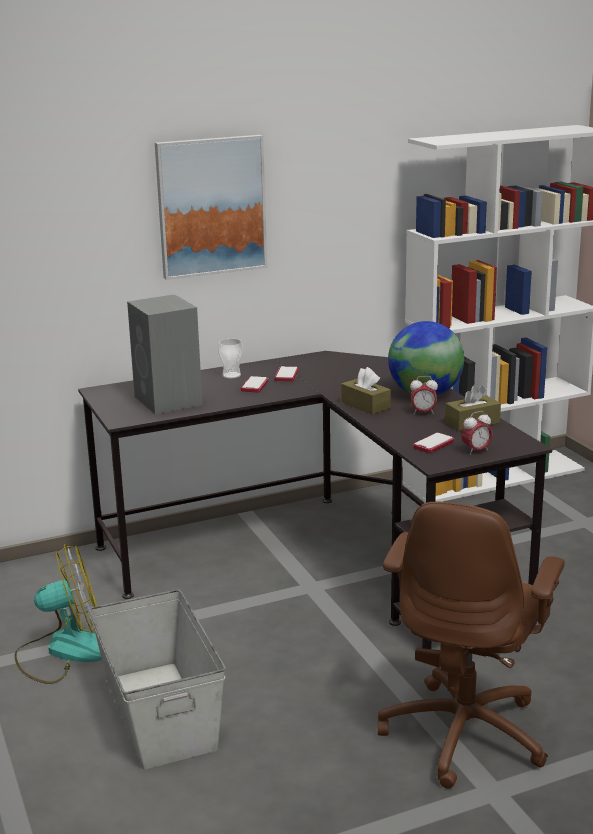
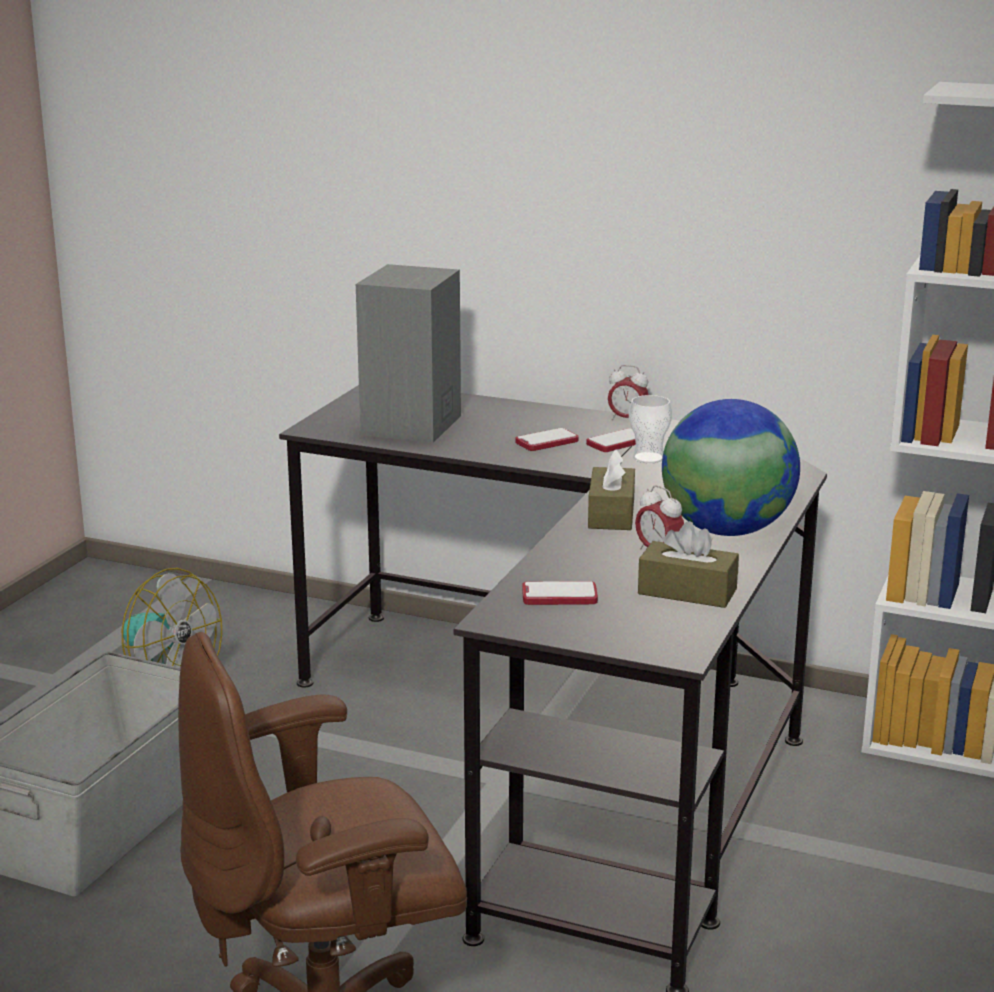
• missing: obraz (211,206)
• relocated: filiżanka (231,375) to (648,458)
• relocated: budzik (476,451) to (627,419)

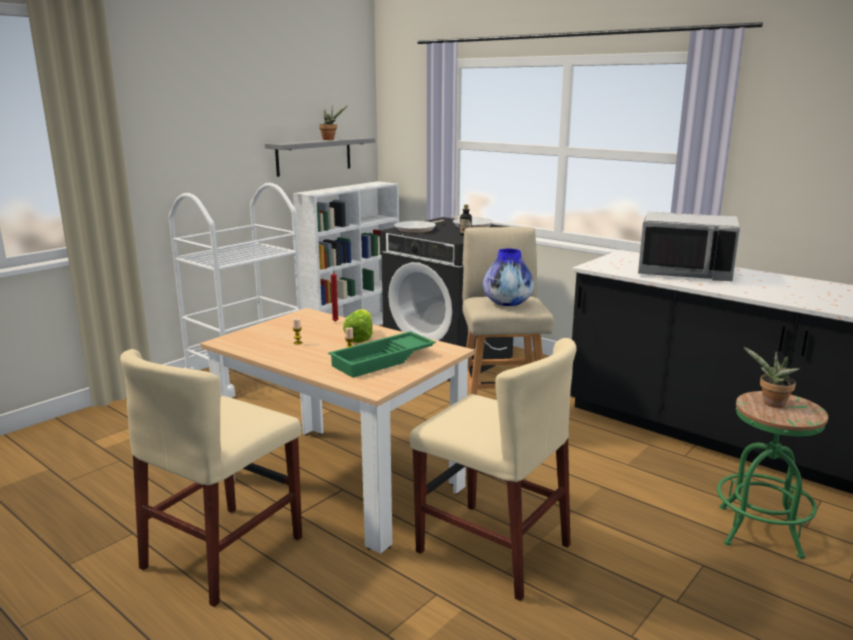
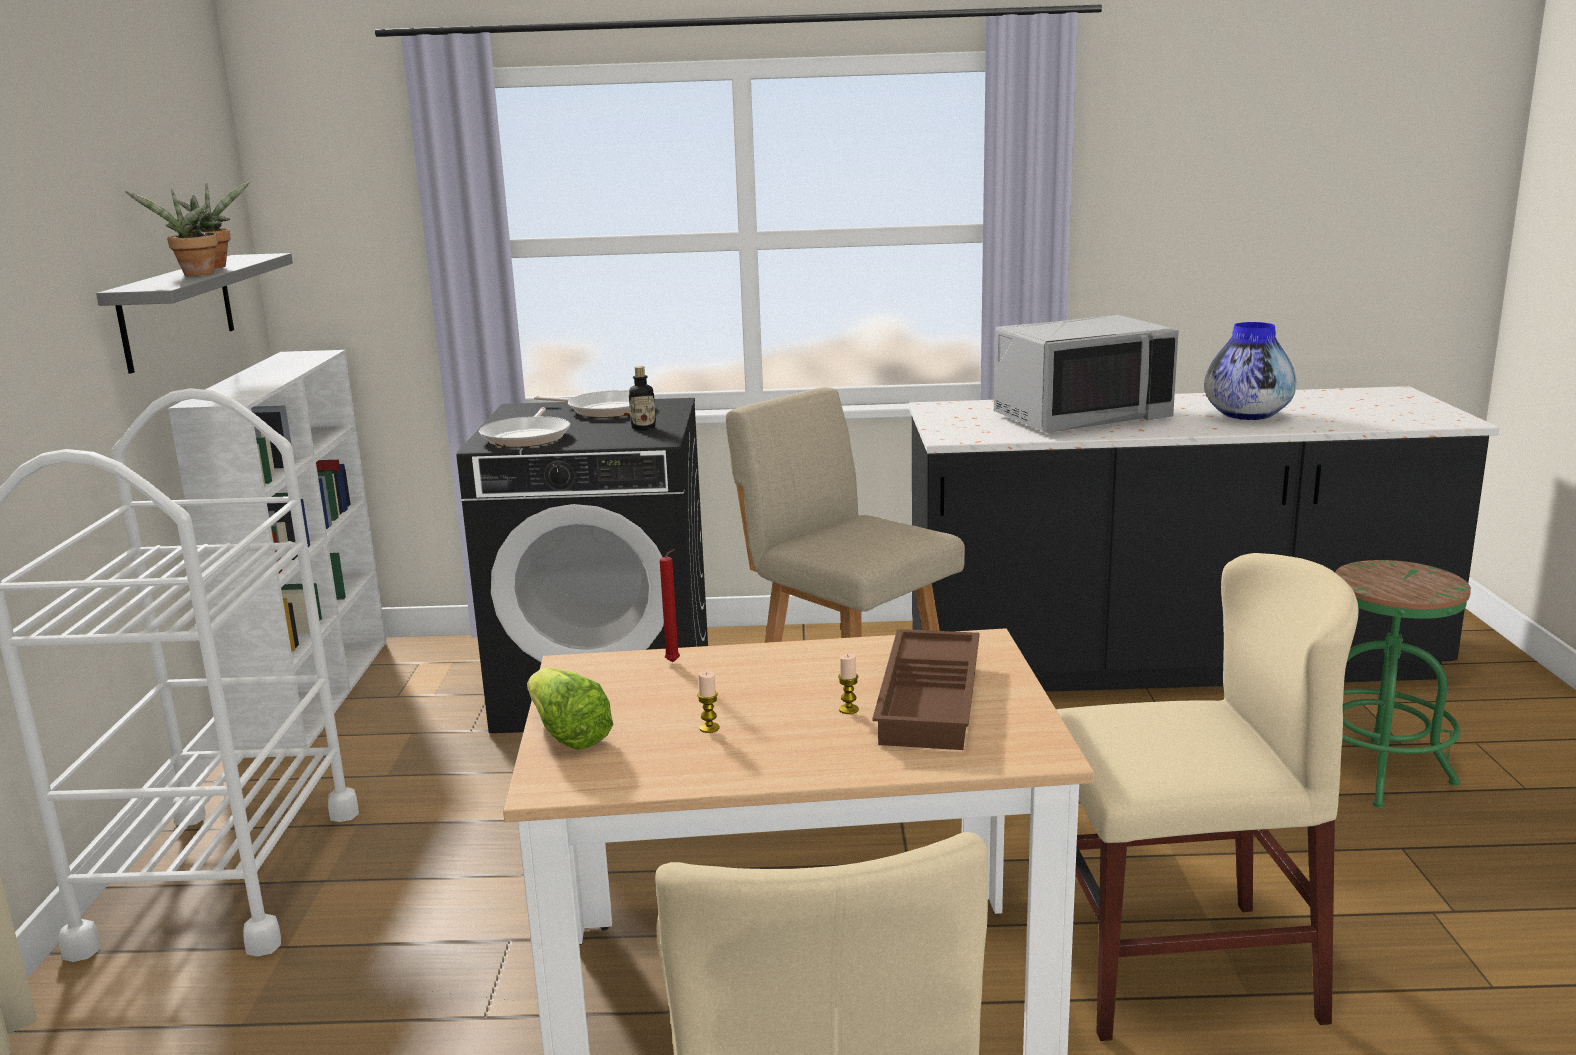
• relocated: sałata (360,337) to (567,734)
• relocated: wazon (508,303) to (1247,416)
• relocated: roślina doniczkowa (771,404) to (194,274)
• colour: taca [zielony] (383,360) to taca [brązowy] (932,700)

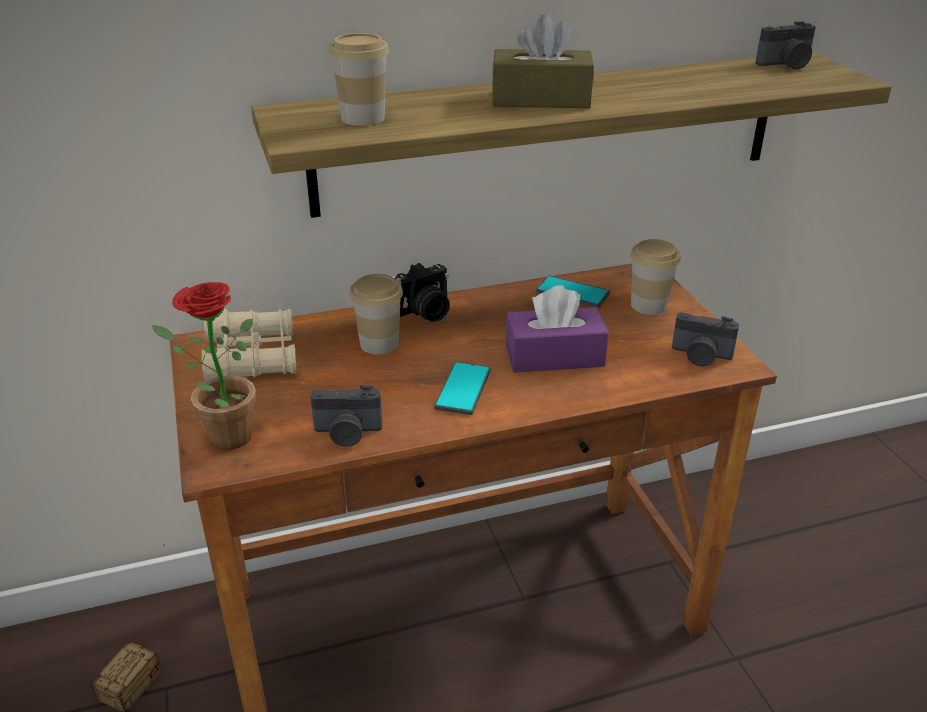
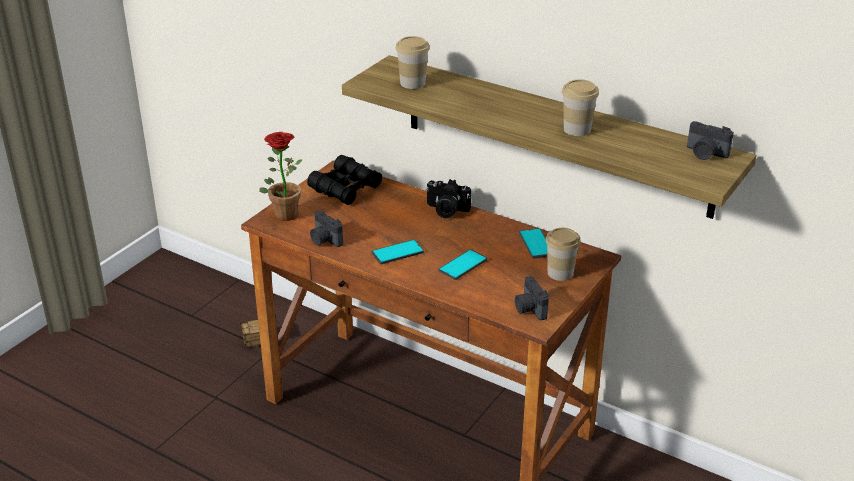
• missing: pudełko chusteczek [brązowy] (541,99)
• relocated: filiżanka (379,343) to (577,129)
• exchanged: pudełko chusteczek [fioletowy] (554,356) to telefon (463,265)
• colour: lornetka [beżowy] (252,357) to lornetka [czarny] (345,188)

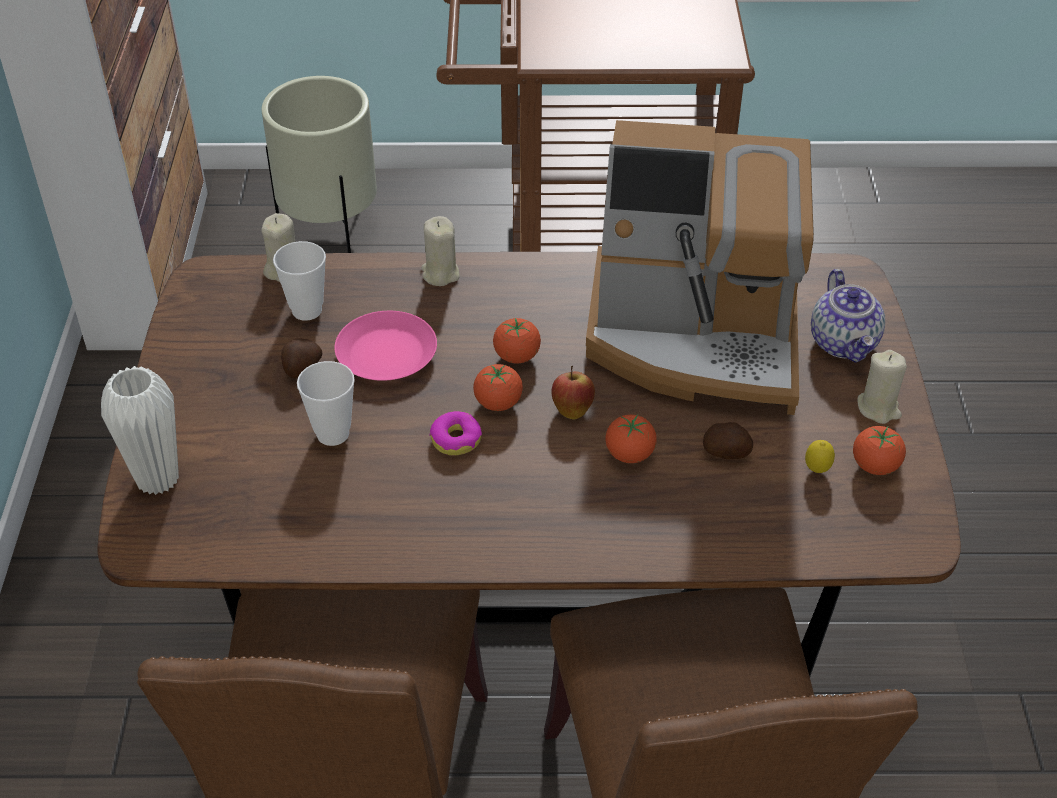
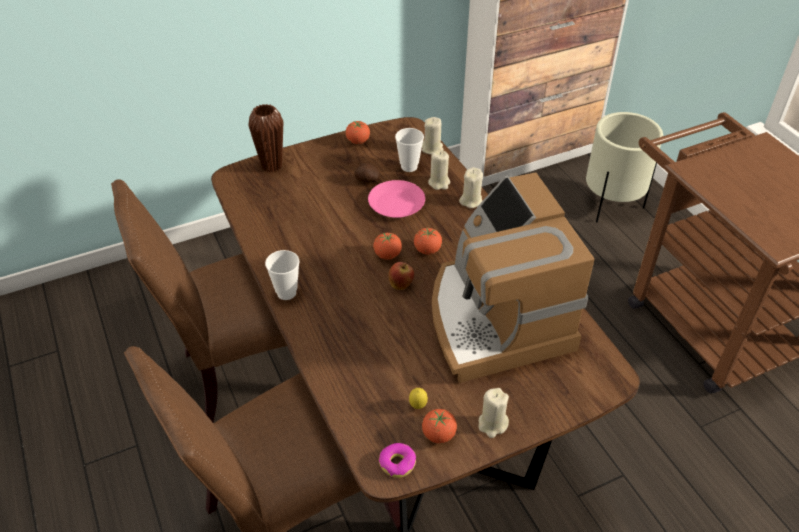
• missing: ziemniak (726,453)
• missing: imbryk (844,343)
• appeared: świeca [beżowy] (439,183)
• relocated: filiżanka (333,434) to (286,293)
• relocated: donut (456,439) to (397,463)
• relocated: pomidor (629,454) to (358,141)
• colour: wazon [biały] (157,479) to wazon [brązowy] (271,166)

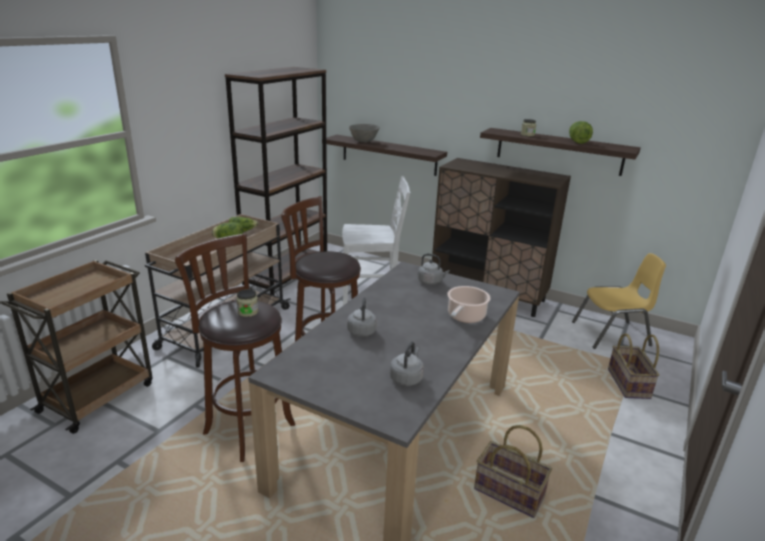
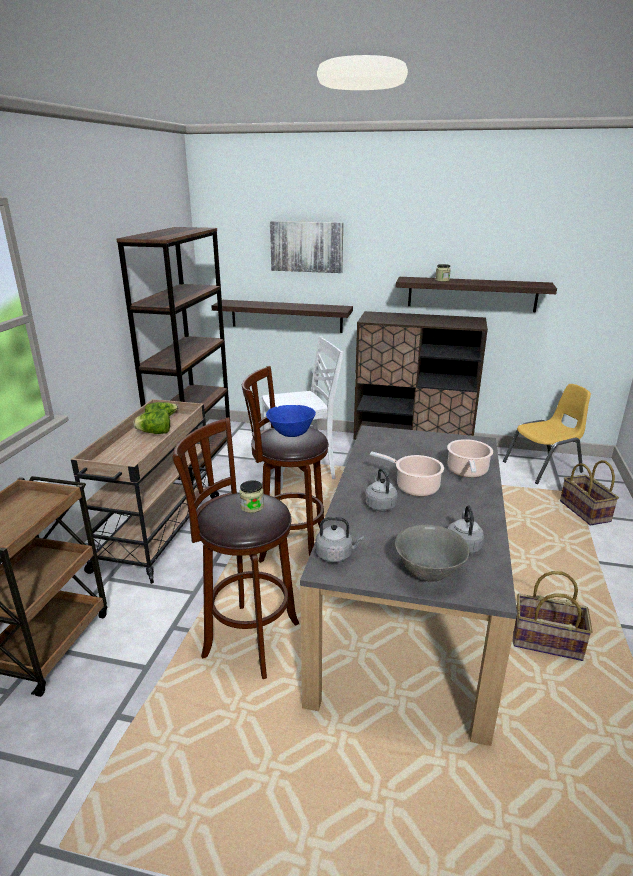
• missing: sałata (577,141)
• appeared: miska [niebieski] (291,434)
• appeared: obraz (306,246)
• appeared: garnek (414,487)
• relocated: miska [szary] (364,141) to (429,573)
• relocated: czajnik [szary] (431,281) to (336,555)

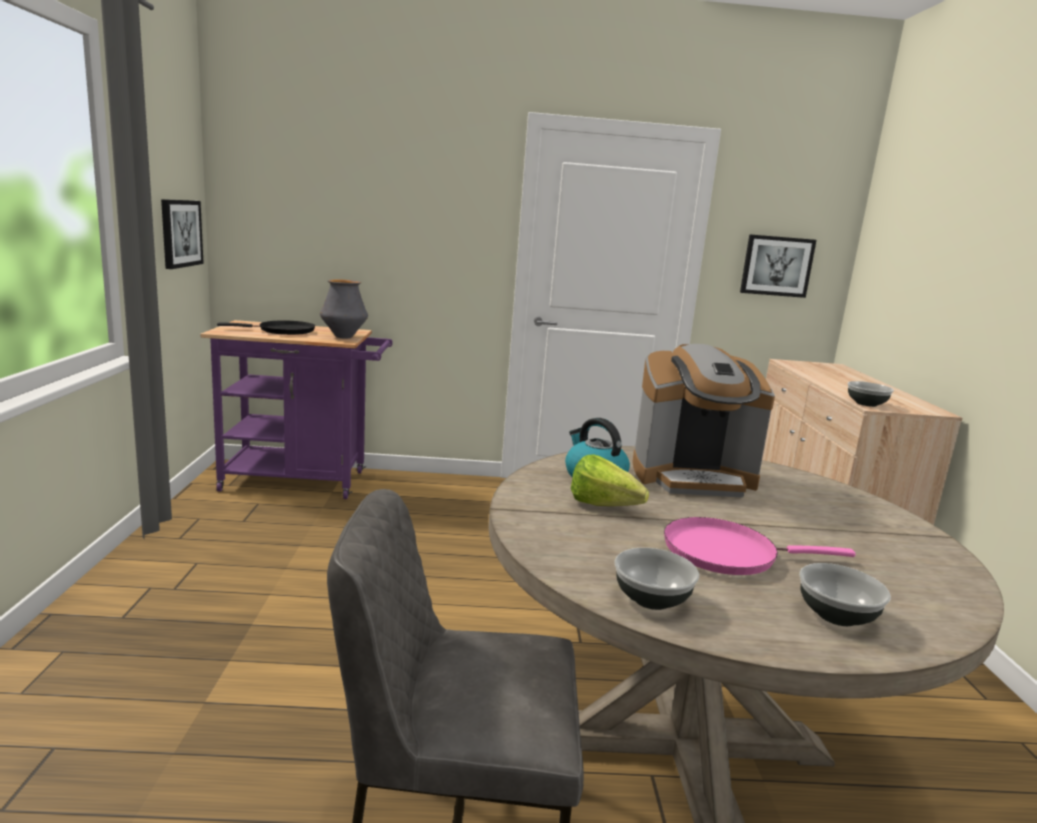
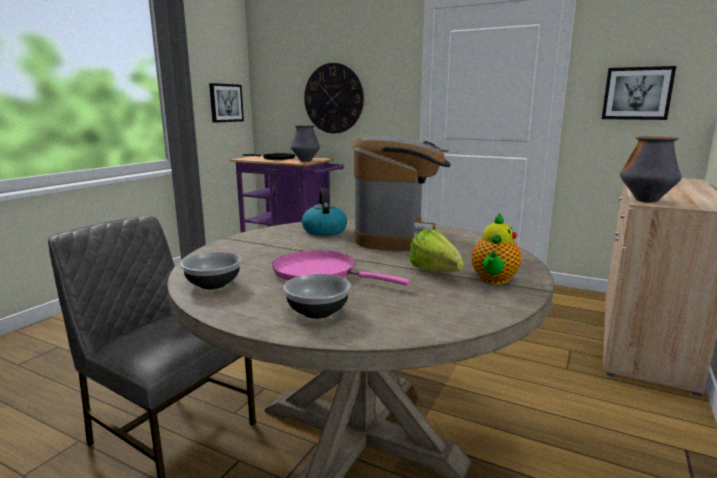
• appeared: zegar ścienny (333,98)
• appeared: imbryk (493,280)
• relocated: sałata (608,508) to (437,274)
• exchanged: miska (867,404) to wazon (645,201)
• spun: ekspres do kawy (692,477) = (396,237) 105 degrees counterclockwise

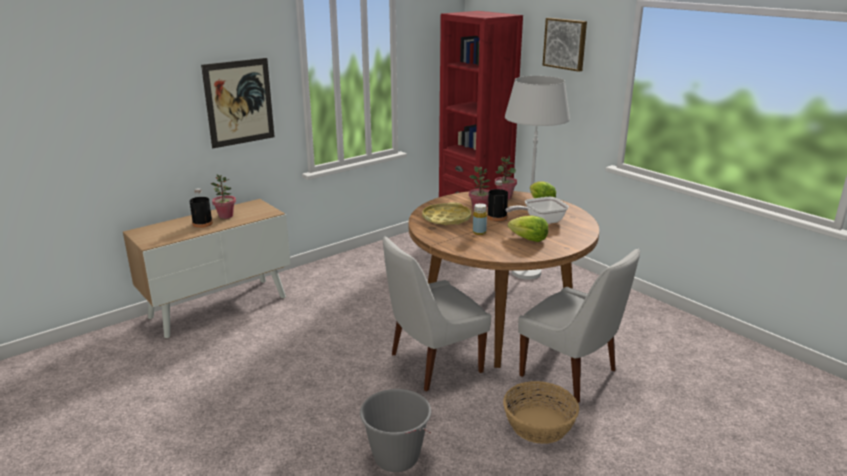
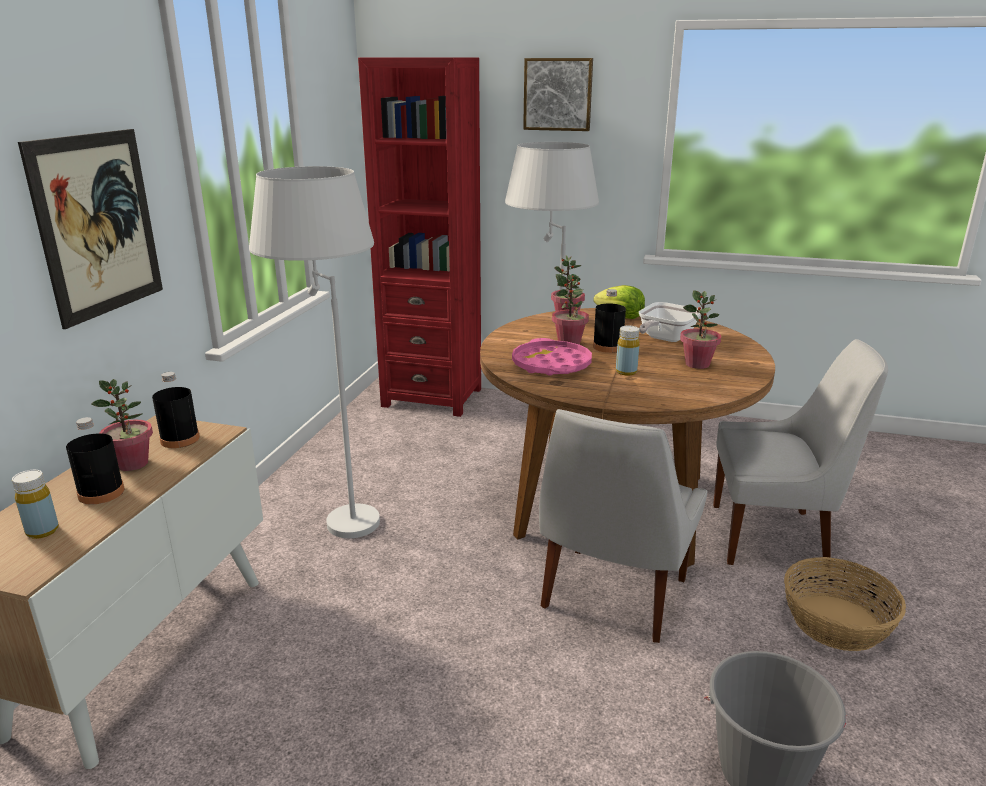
• appeared: butelka [żółty] (42,531)
• appeared: butelka [czarny] (180,439)
• appeared: lampa stojąca [biały] (338,511)
• exchanged: sałata (528,239) to roślina doniczkowa (697,364)
• colour: taca [żółty] (446,219) to taca [różowy] (551,365)

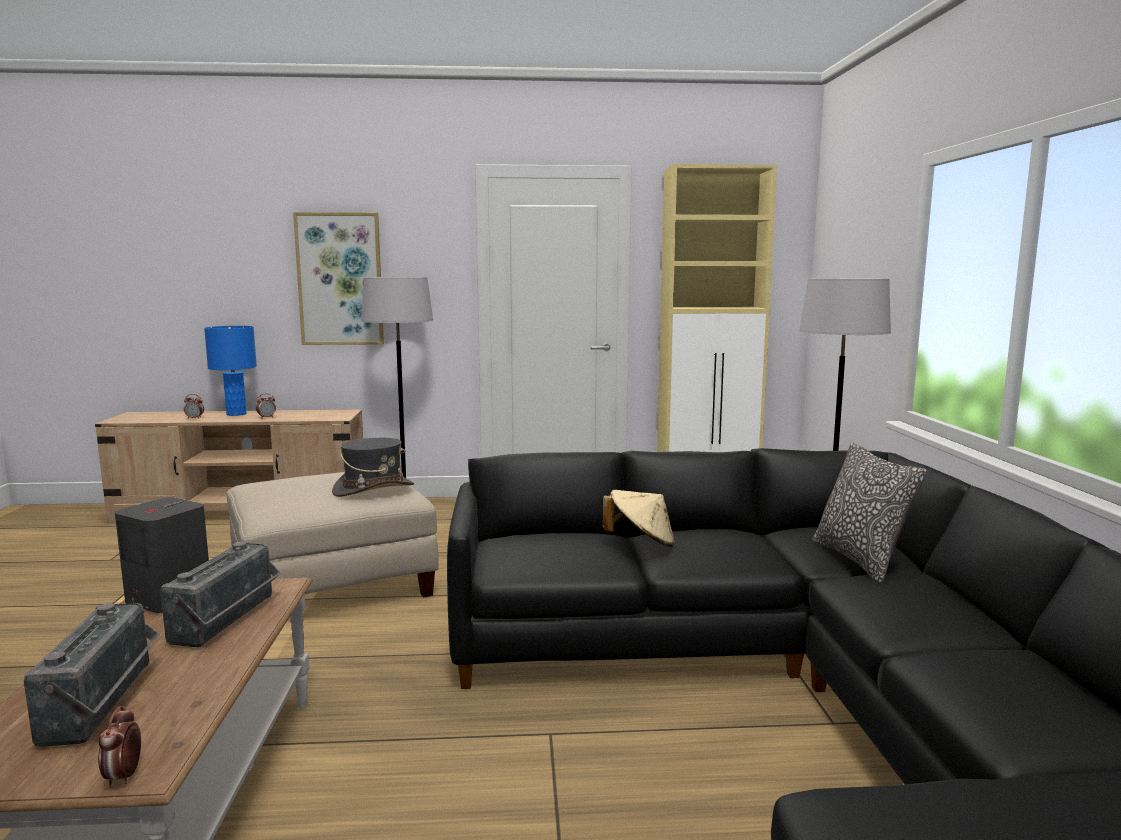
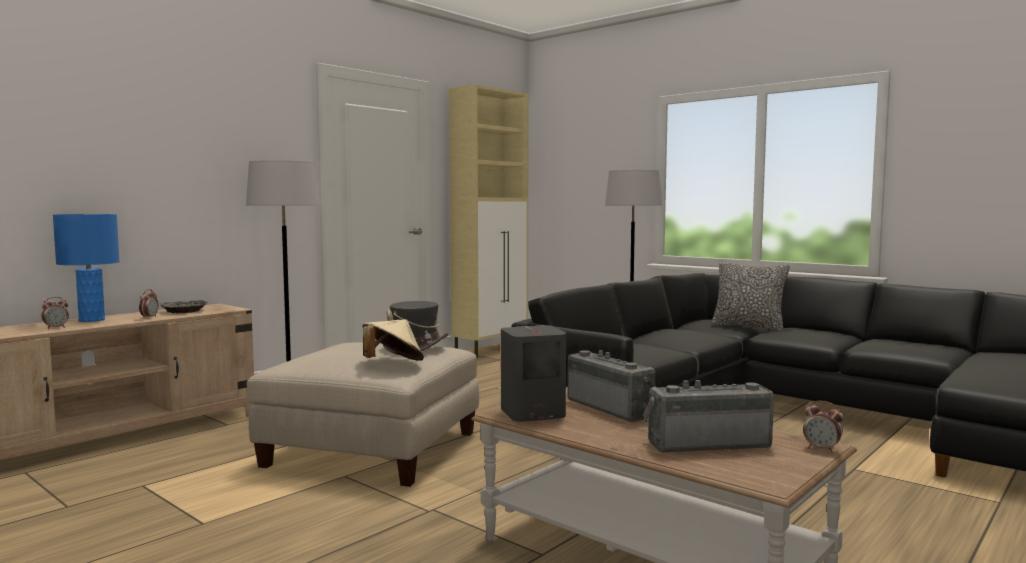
• missing: obraz (340,279)
• appeared: miska (183,311)
• relocated: kapelusz [beżowy] (641,542) to (392,363)
• spun: radio (106,702) = (706,443) 45 degrees counterclockwise

